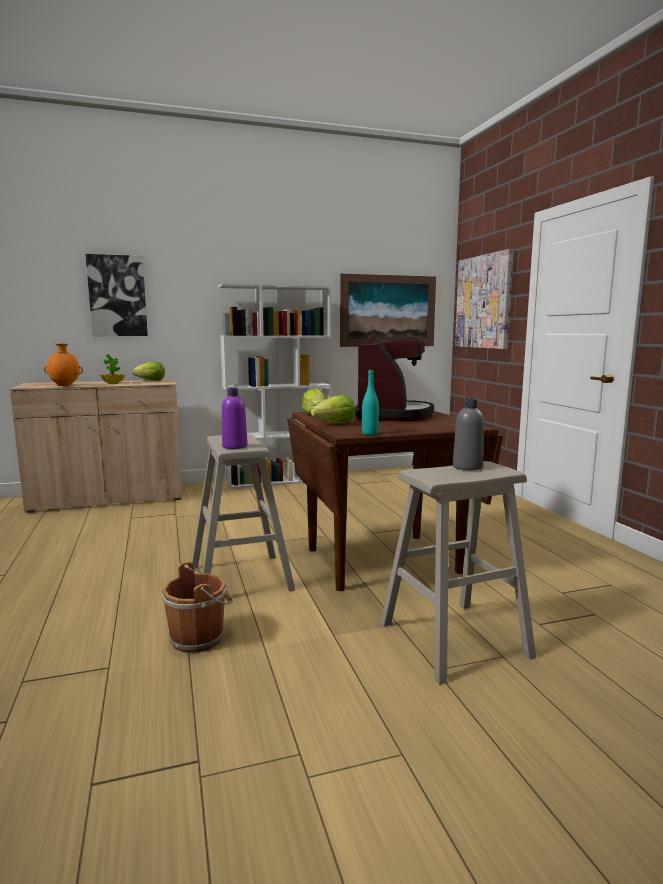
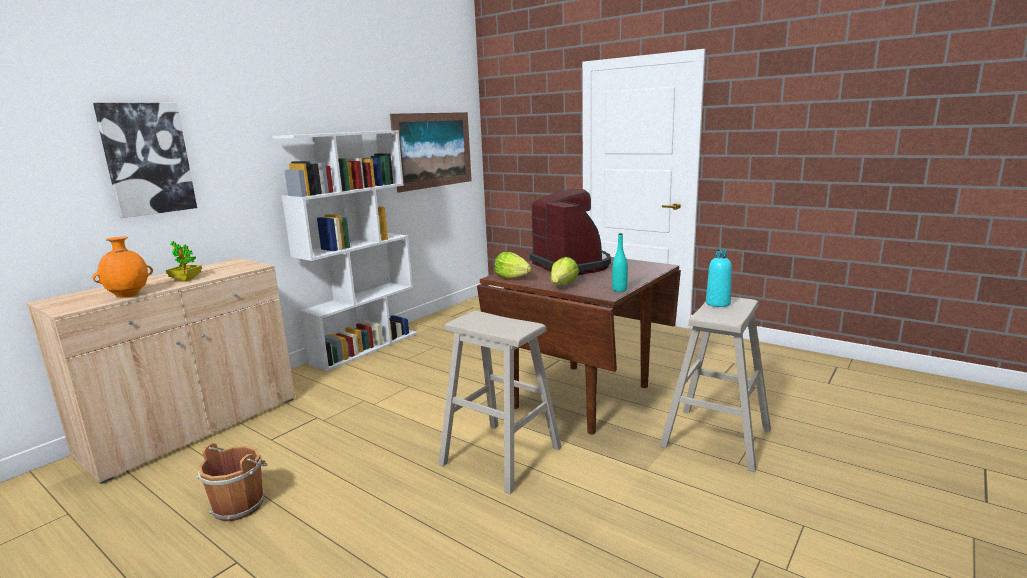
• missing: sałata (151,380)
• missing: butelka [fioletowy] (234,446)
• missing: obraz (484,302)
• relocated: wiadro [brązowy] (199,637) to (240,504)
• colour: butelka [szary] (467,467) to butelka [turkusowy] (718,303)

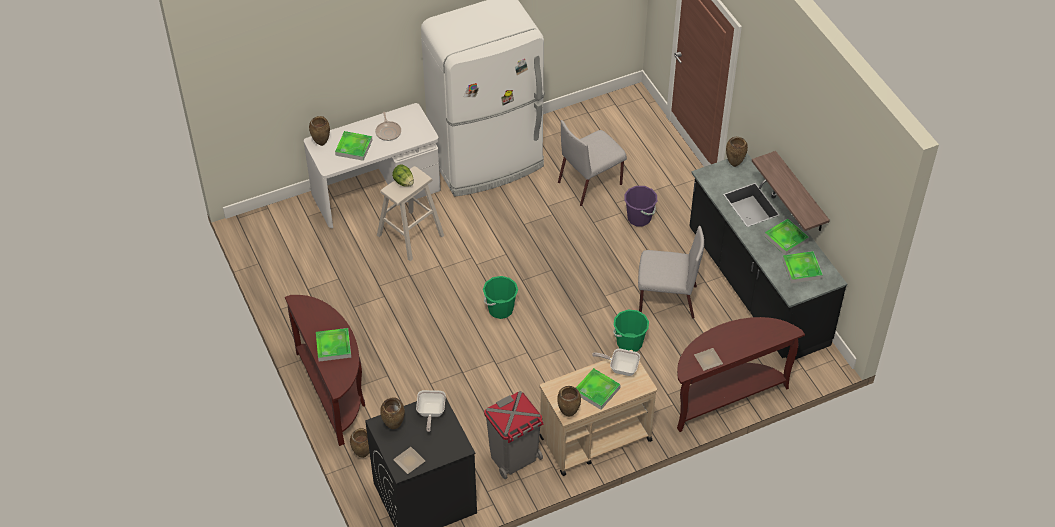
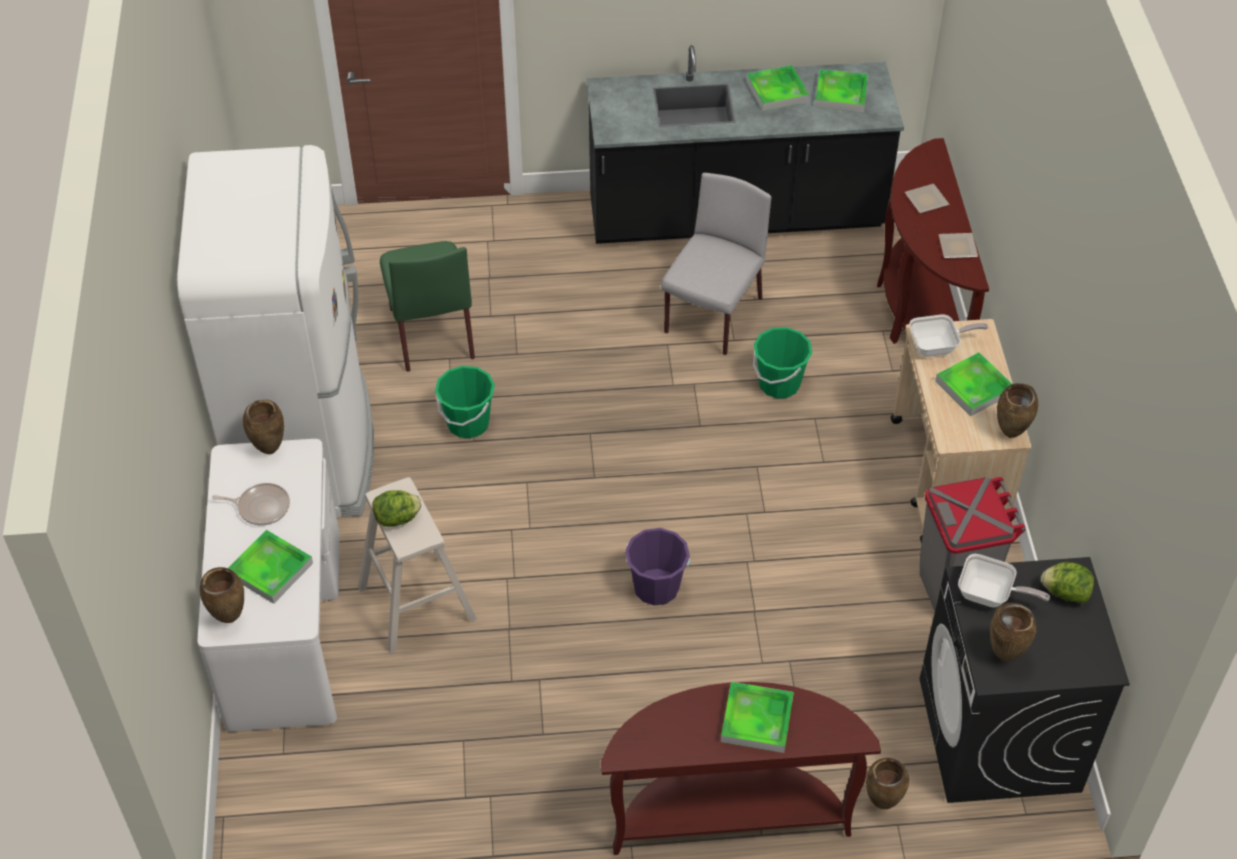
• missing: półka (800,193)
• appeared: sałata (1065,593)
• relocated: talerz (408,461) to (926,201)
• relocated: wiadro [zielony] (500,309) to (468,423)
• relocated: wiadro [fioletowy] (639,218) to (656,587)
• relocated: wazon [brązowy] (734,164) to (269,450)
• colour: krzesło [szary] (590,182) to krzesło [zielony] (431,332)
• spun: patelnia (621,367) = (938,347) 135 degrees counterclockwise

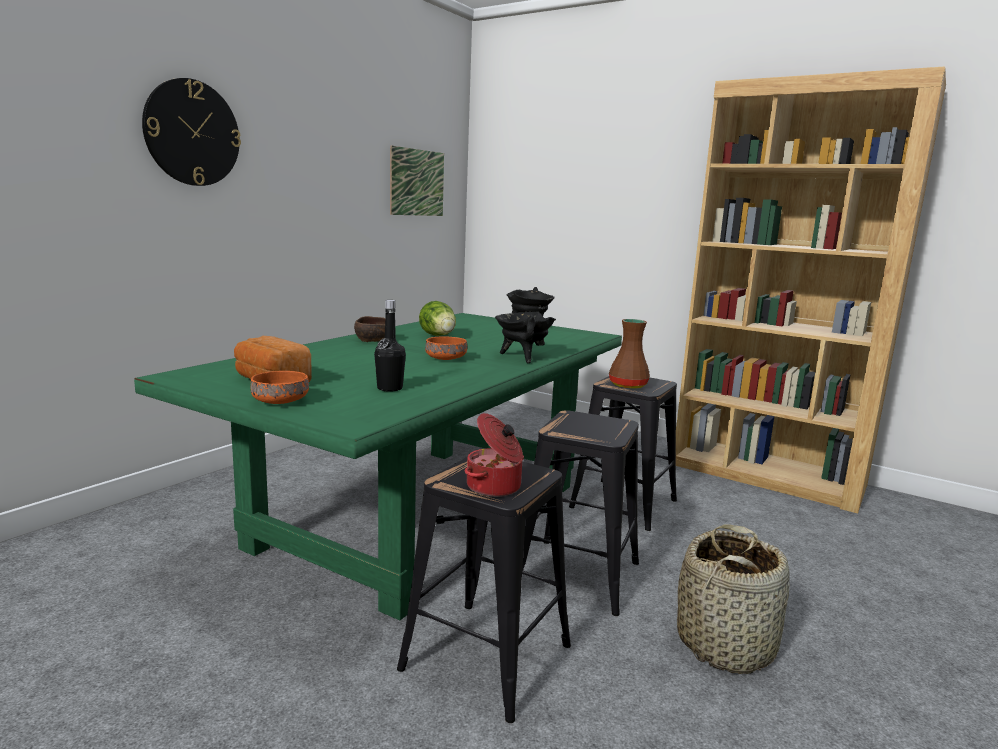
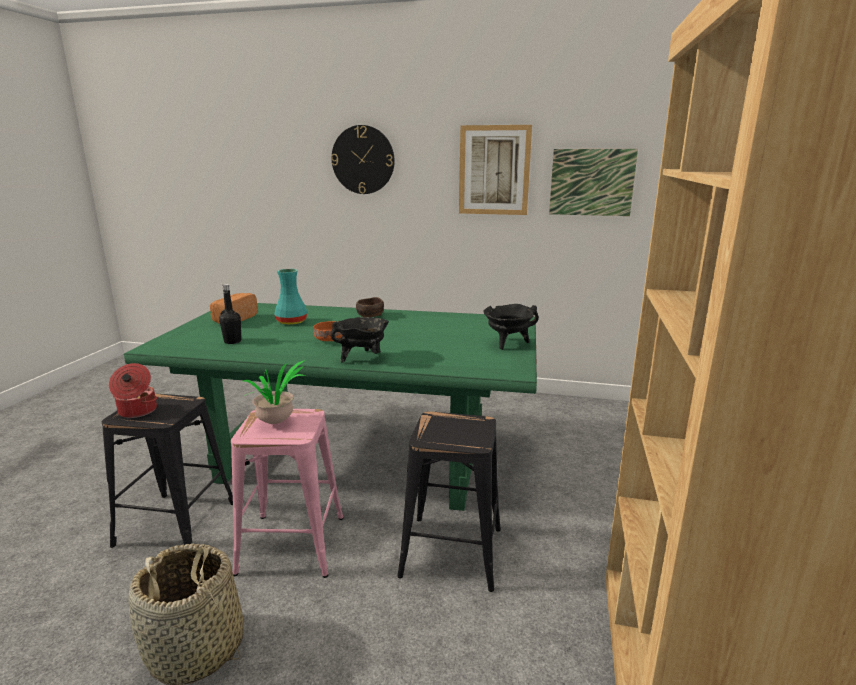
• missing: miska [pomarańczowy] (279,401)
• missing: sałata (439,336)
• missing: wazon [brązowy] (628,385)
• appeared: roślina doniczkowa (278,423)
• appeared: wazon [turkusowy] (292,322)
• appeared: obraz (494,170)
• colour: stołek [czarny] (579,575) to stołek [różowy] (291,545)

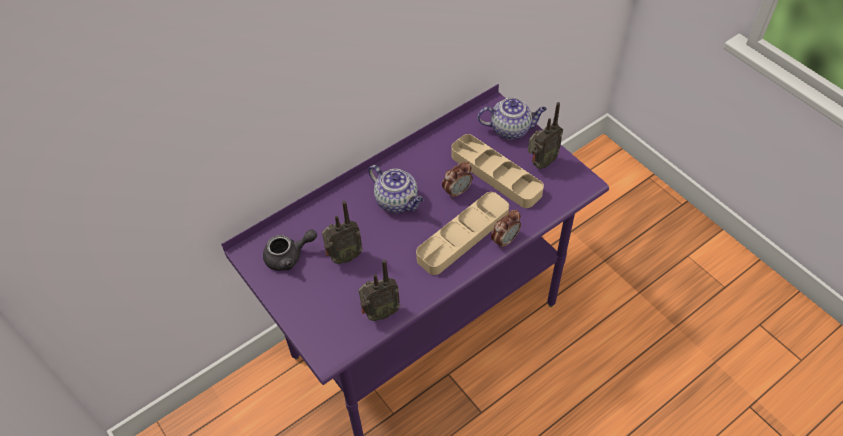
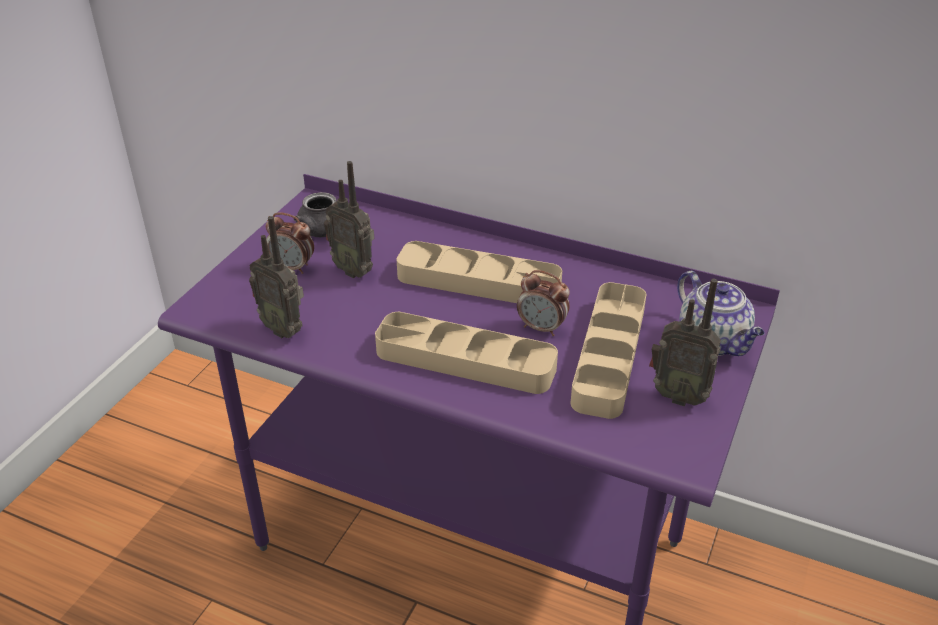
• relocated: budzik (505,240) to (293,267)
• exchanged: imbryk (397,201) to taca [beżowy] (478,282)

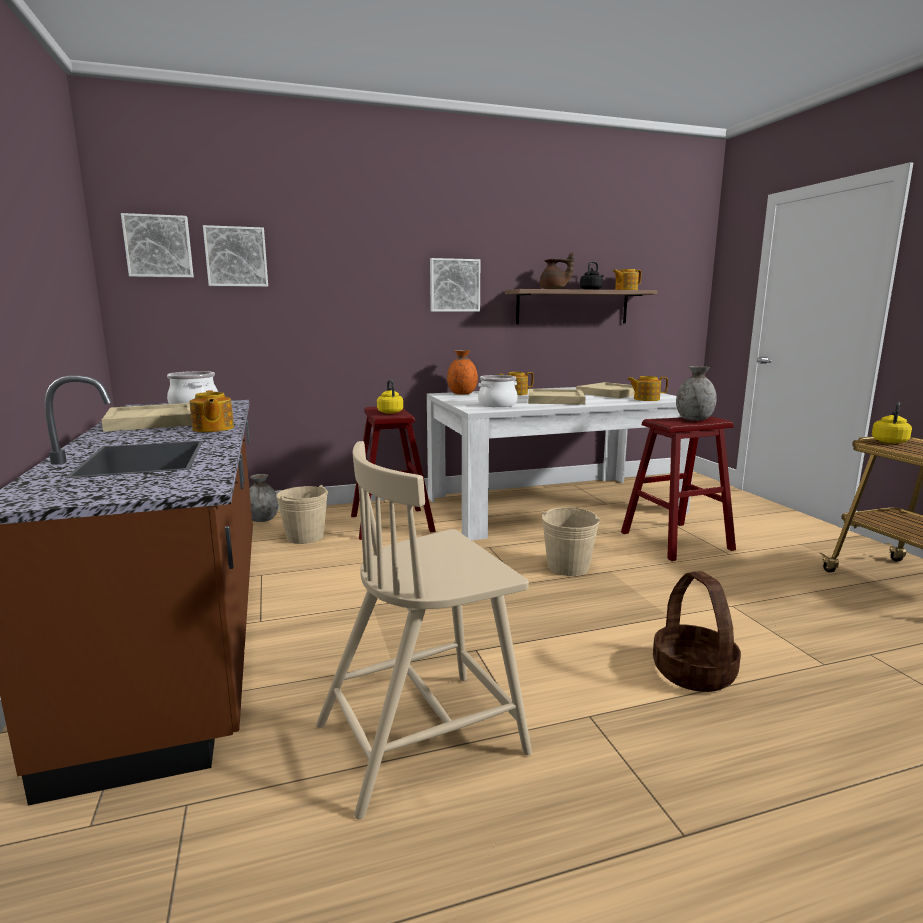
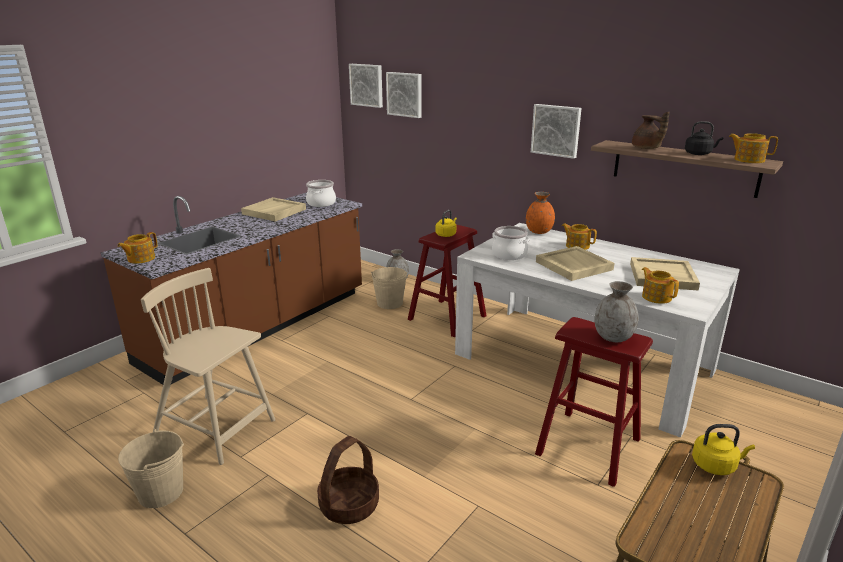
• relocated: imbryk (212,428) to (140,259)
• relocated: wiadro [beżowy] (568,567) to (161,492)

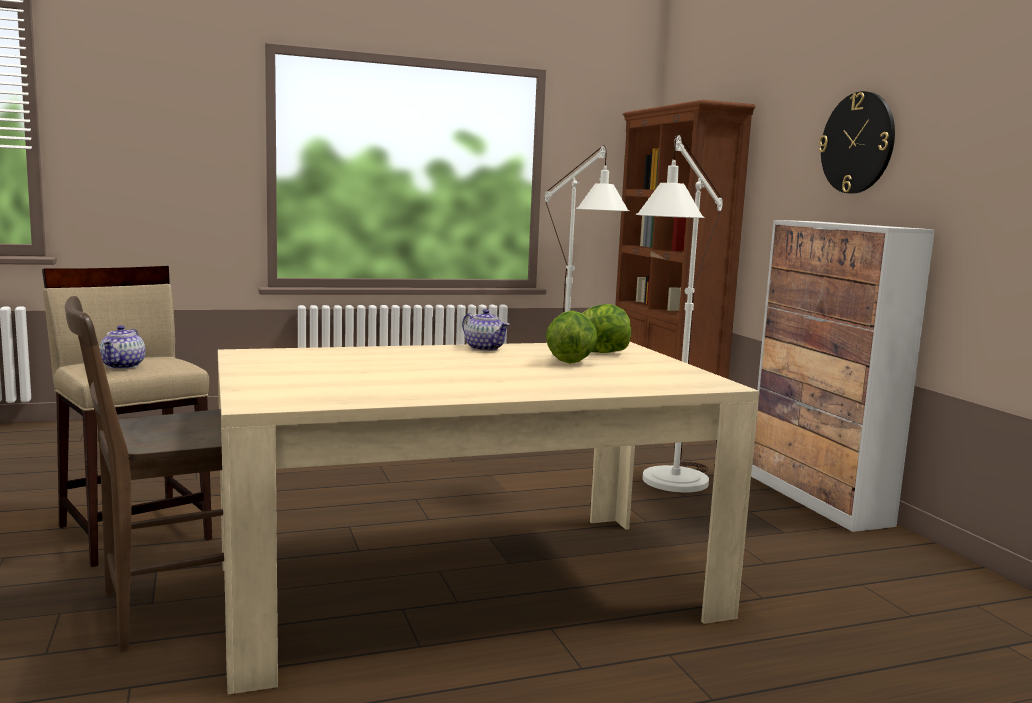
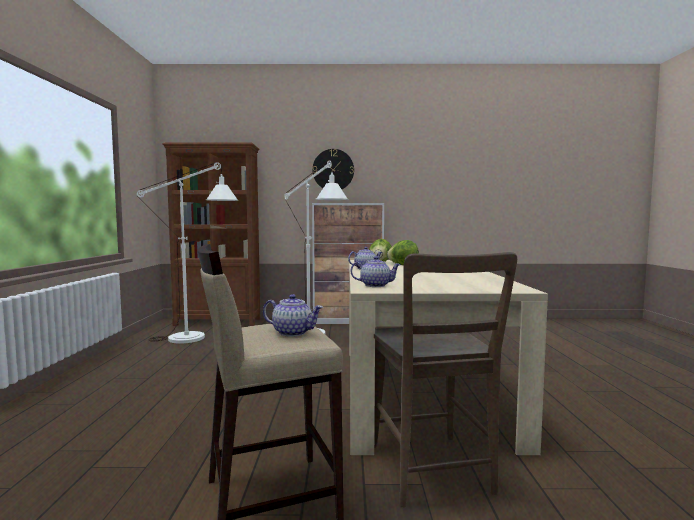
• appeared: imbryk (375,285)

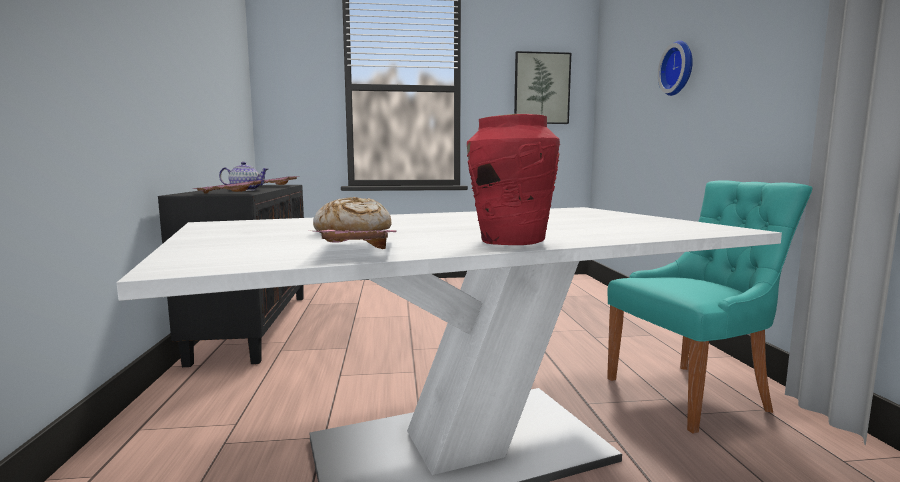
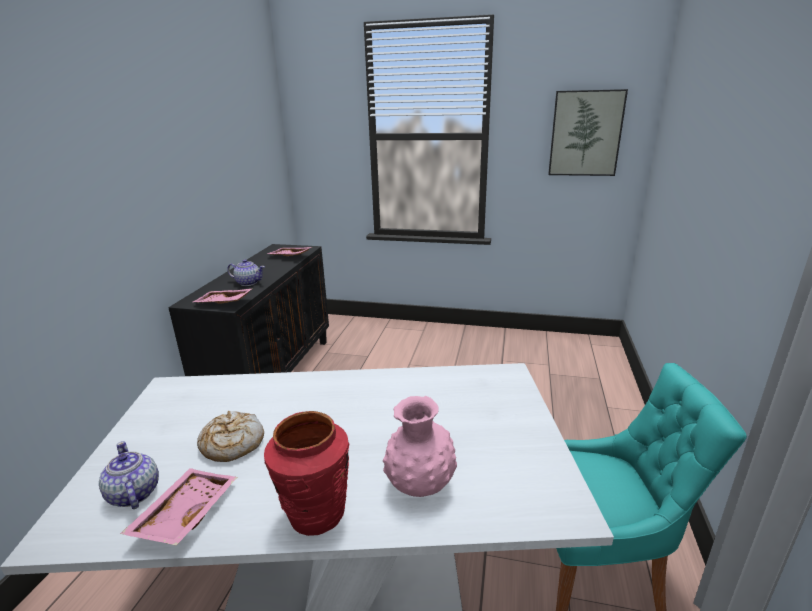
• missing: zegar ścienny (679,68)
• appeared: imbryk (133,494)
• appeared: wazon [różowy] (420,486)

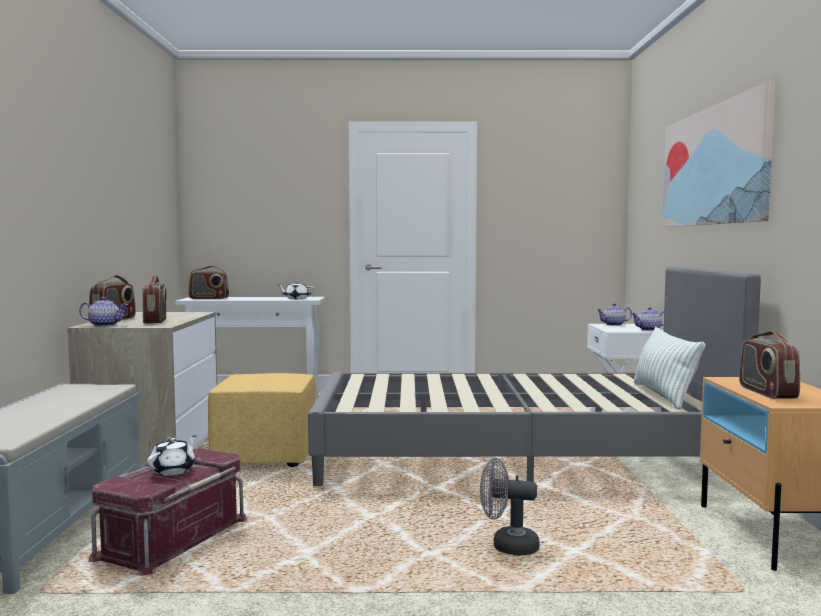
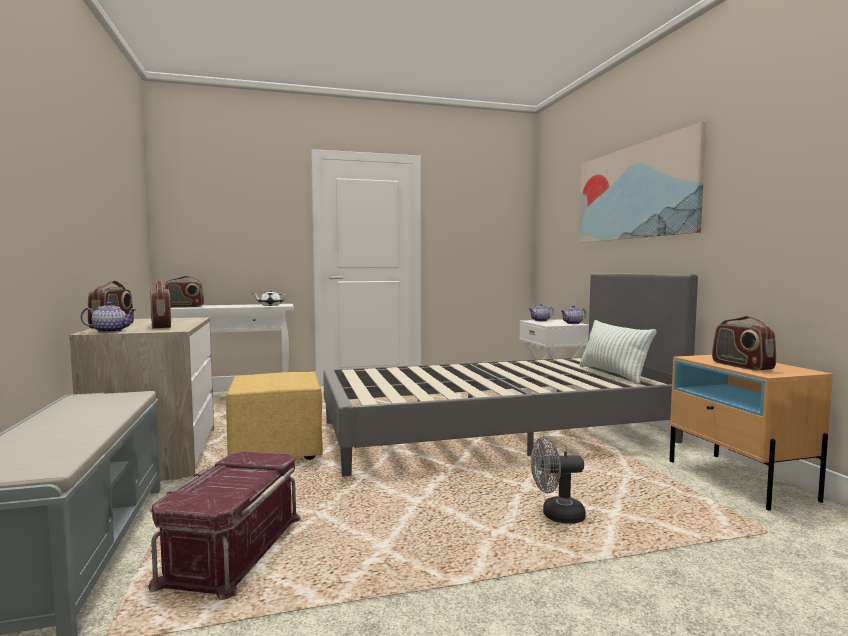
• missing: imbryk [biały] (173,470)

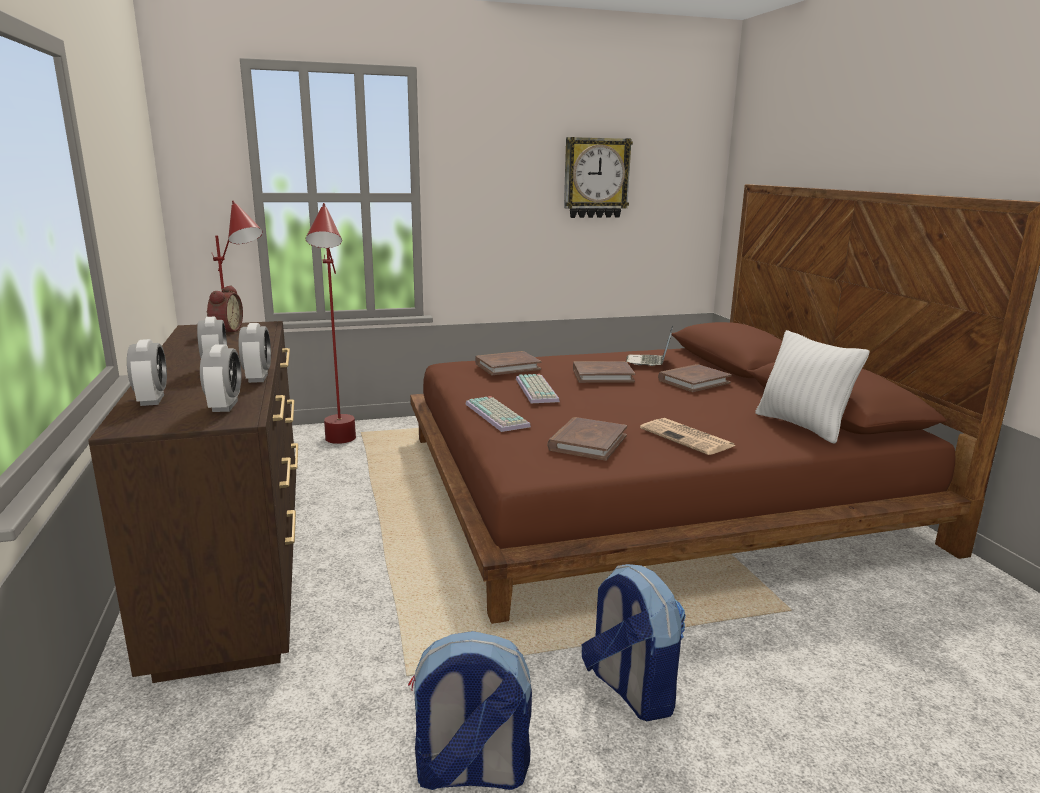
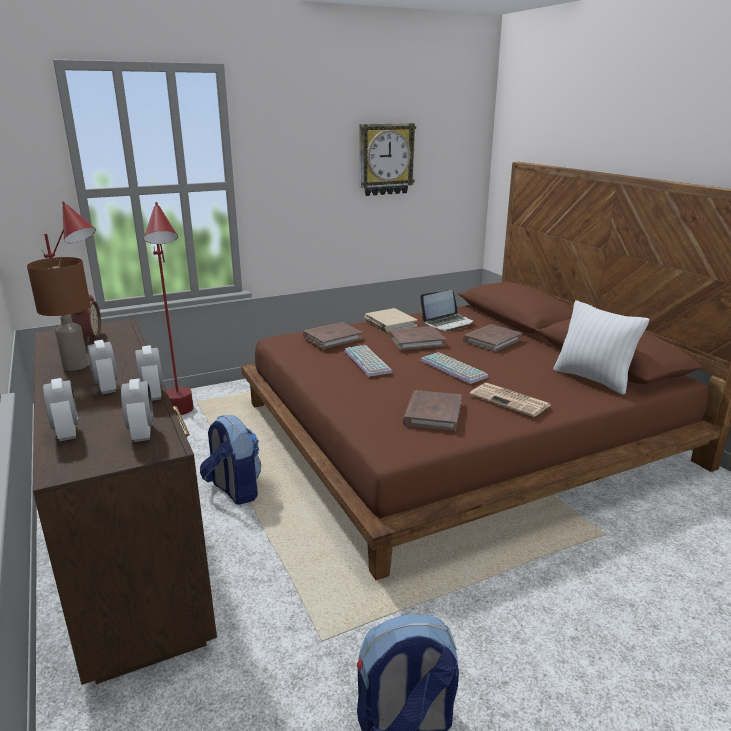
• appeared: lampa stołowa [brązowy] (75,366)
• appeared: książka [beżowy] (390,323)
• relocated: klawiatura (498,415) to (455,368)
• relocated: plecak (630,690) to (234,490)
• spun: laptop (649,362) = (448,323) 120 degrees counterclockwise

